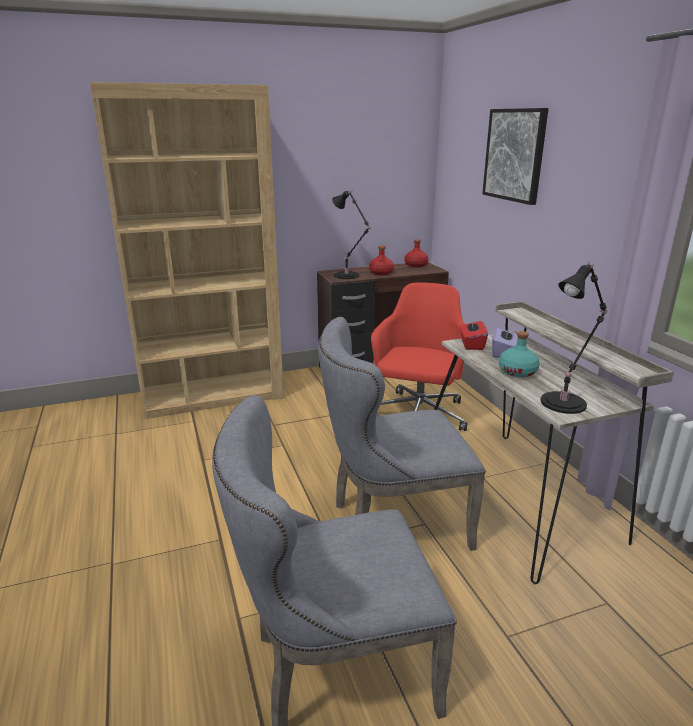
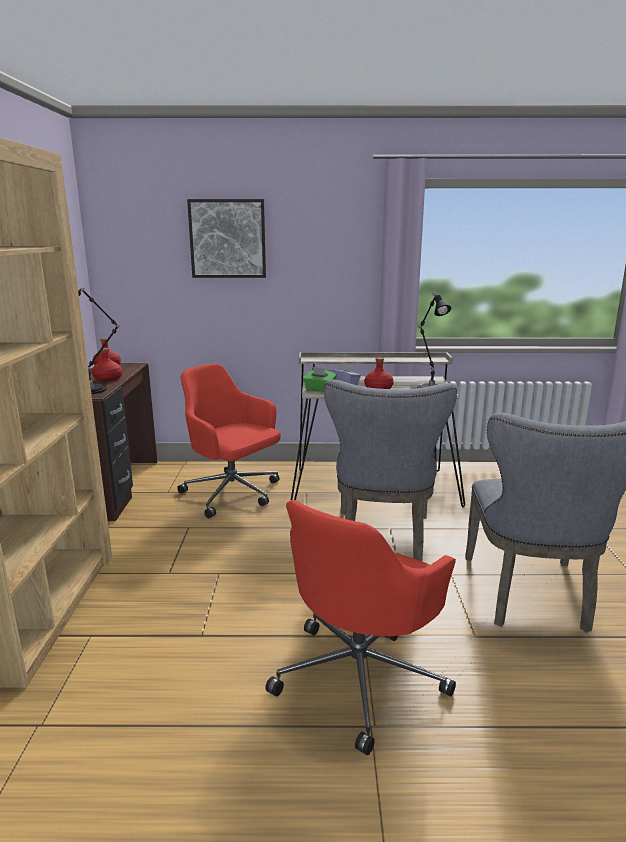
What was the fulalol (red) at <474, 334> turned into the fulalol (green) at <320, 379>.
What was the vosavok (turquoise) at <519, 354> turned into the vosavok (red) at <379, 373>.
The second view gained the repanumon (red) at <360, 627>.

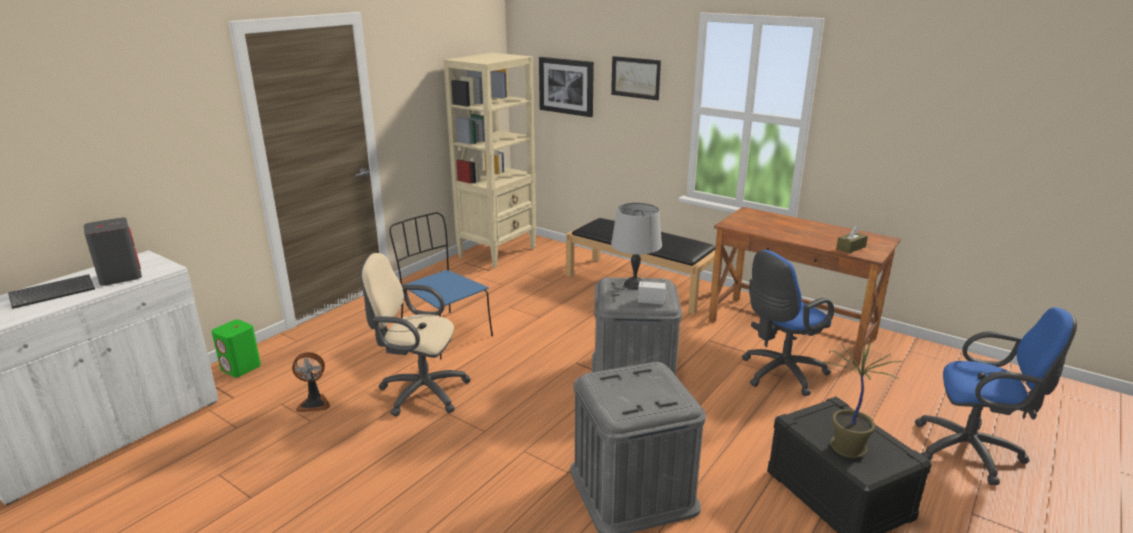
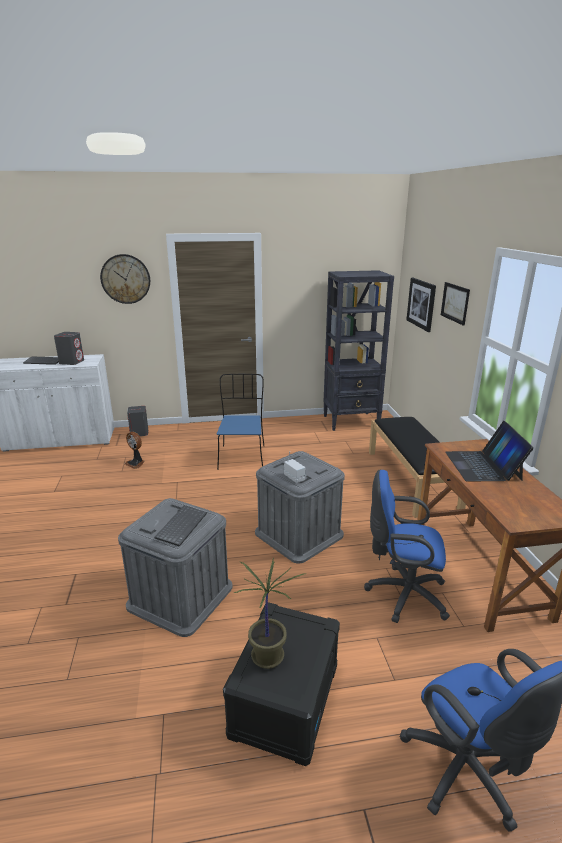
What was the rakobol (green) at <236, 348> turned into the rakobol (grey) at <137, 421>.
The second view lost the repanumon (beige) at <415, 334>.
What was the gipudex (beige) at <490, 160> turned into the gipudex (black) at <359, 350>.
The second view lost the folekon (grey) at <636, 246>.
The second view lost the fulalol (brown) at <852, 239>.
The second view gained the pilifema at <125, 279>.
The second view gained the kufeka at <180, 526>.
The second view gained the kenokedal at <489, 451>.

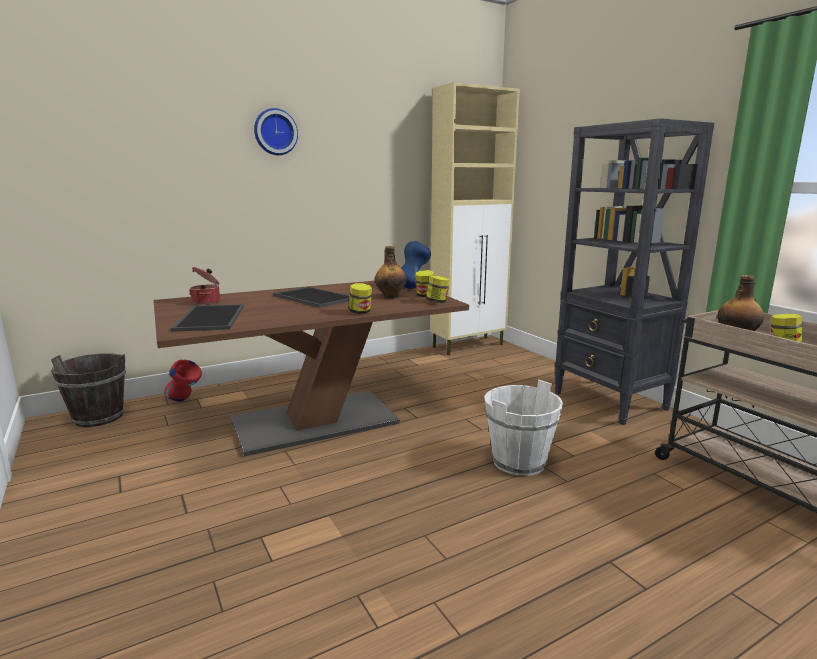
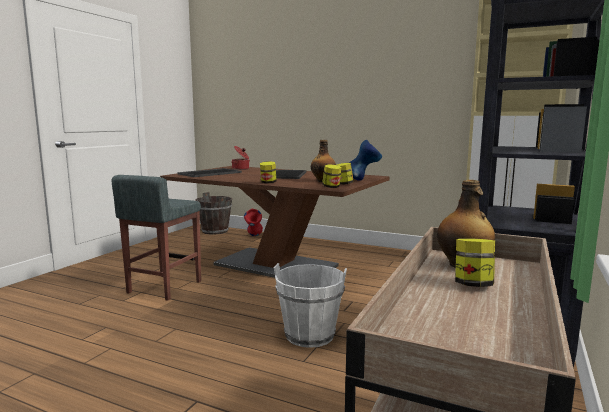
The second view lost the pilifema at <276, 131>.
The second view gained the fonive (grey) at <156, 238>.

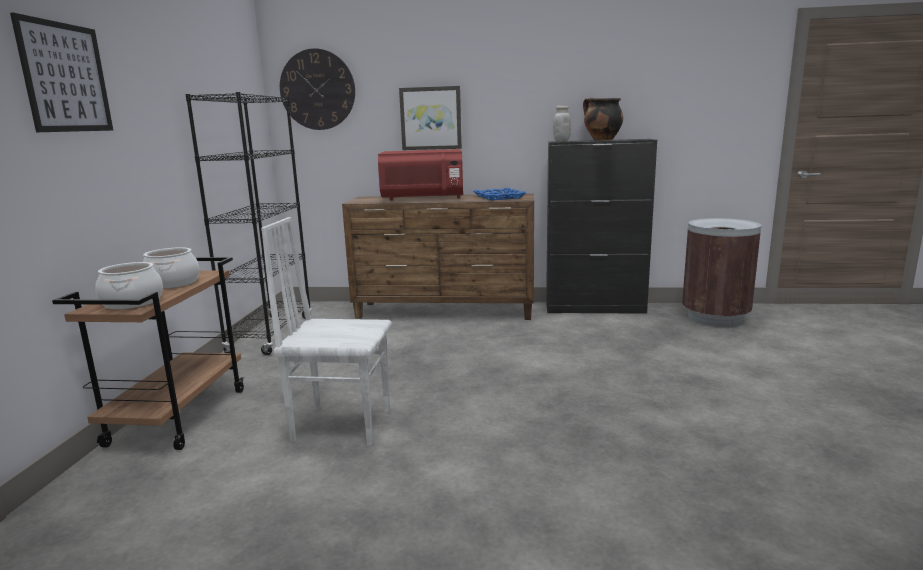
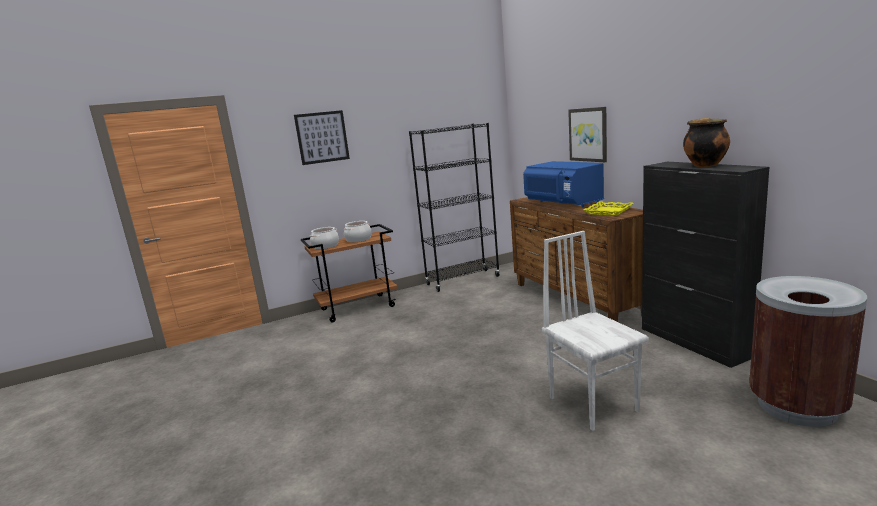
The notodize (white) ended up elsewhere, having gone from <326, 331> to <595, 331>.
The second view lost the pilifema at <317, 89>.
What was the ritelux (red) at <420, 175> turned into the ritelux (blue) at <563, 184>.
What was the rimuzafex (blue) at <500, 194> turned into the rimuzafex (yellow) at <608, 208>.
The second view lost the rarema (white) at <562, 123>.

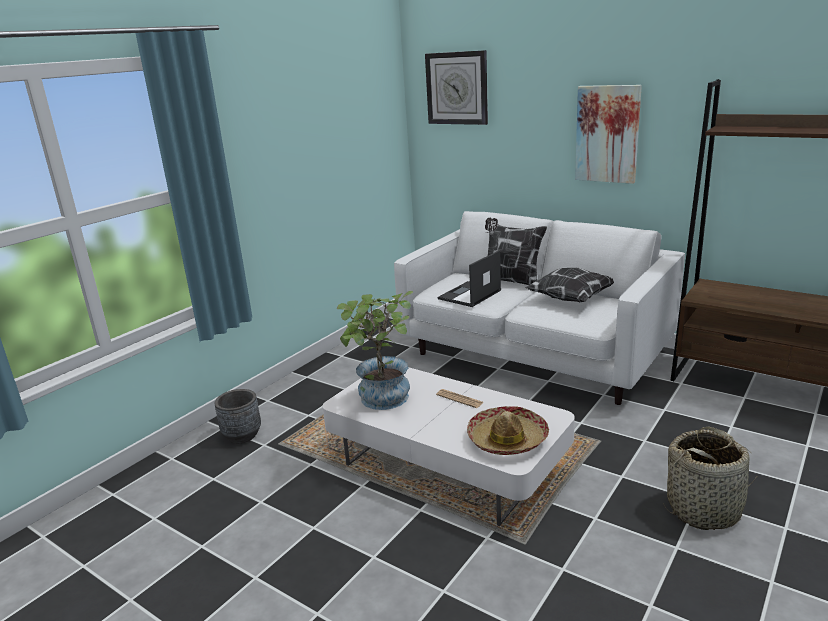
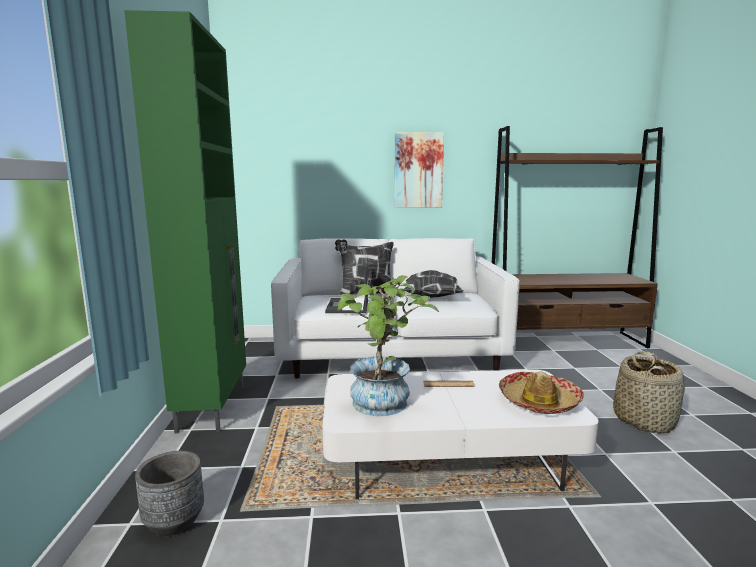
The second view lost the pilifema at <456, 87>.
The second view gained the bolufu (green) at <185, 221>.

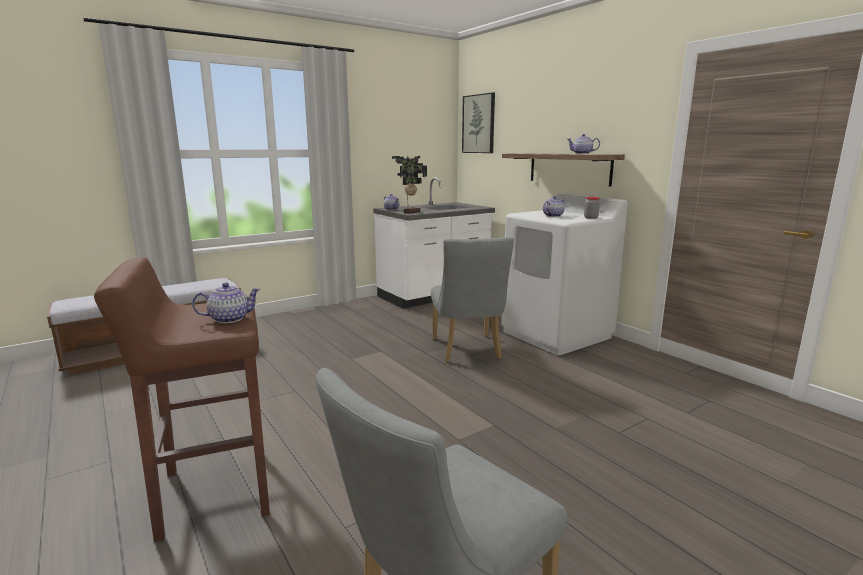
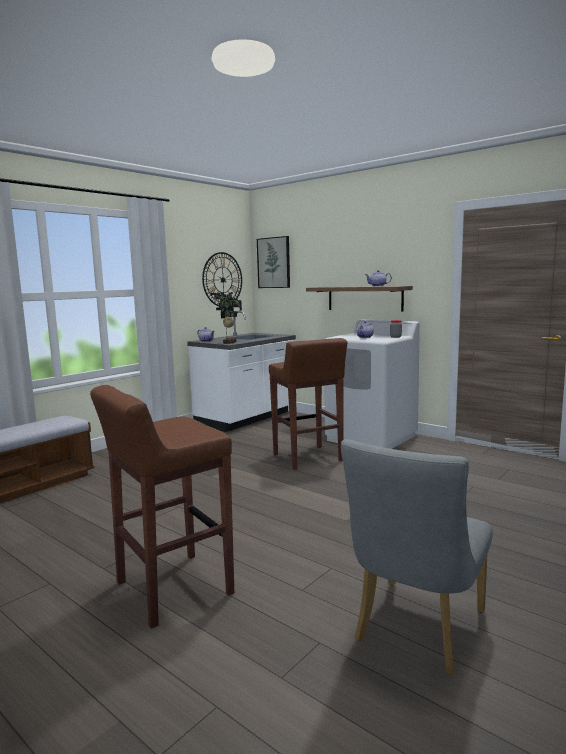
The second view lost the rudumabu at <226, 303>.
Where the notodize (grey) stood at <472, 300>, the fonive (brown) came to stand at <308, 404>.
The second view gained the pilifema at <222, 279>.

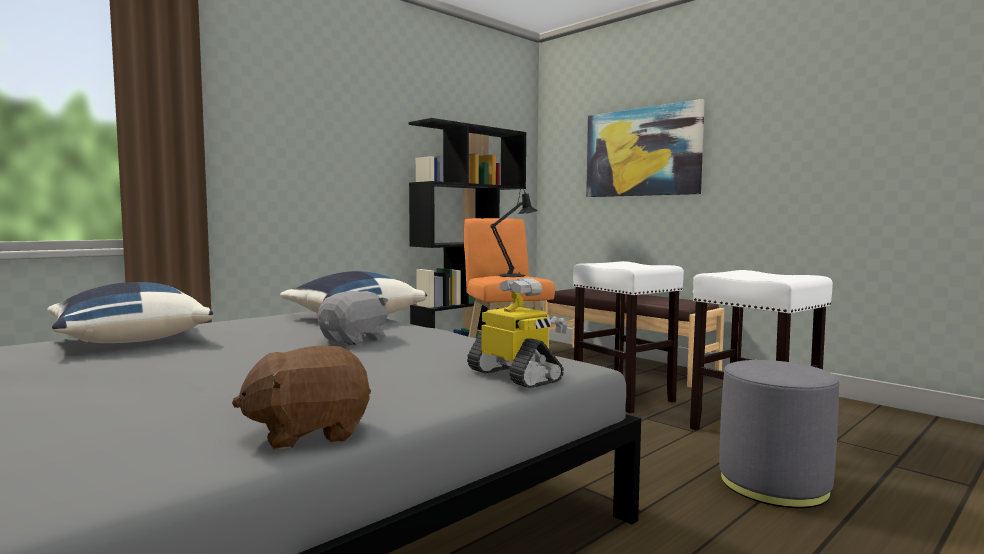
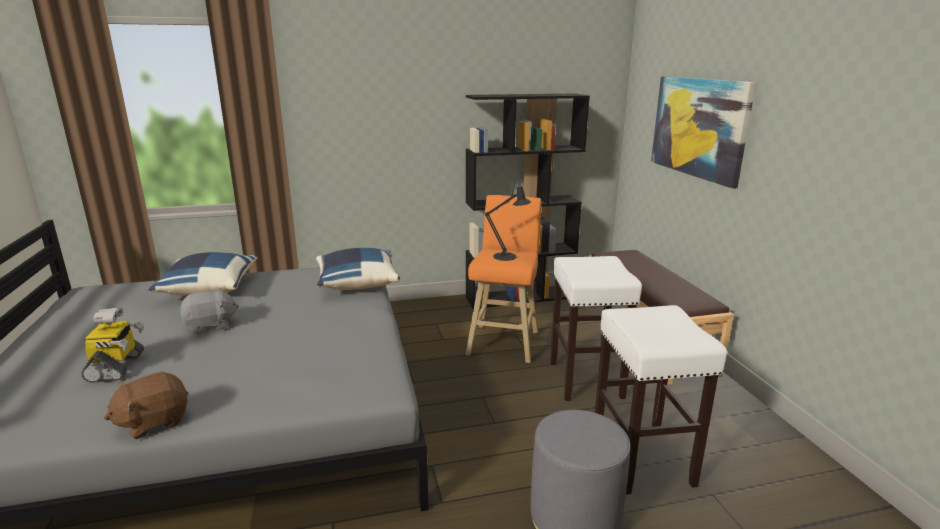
The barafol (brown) at <301, 398> ended up facing another way, 45 degrees counterclockwise from before.
The barafol (grey) ended up elsewhere, having gone from <353, 318> to <209, 311>.
The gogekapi ended up elsewhere, having gone from <517, 333> to <112, 345>.

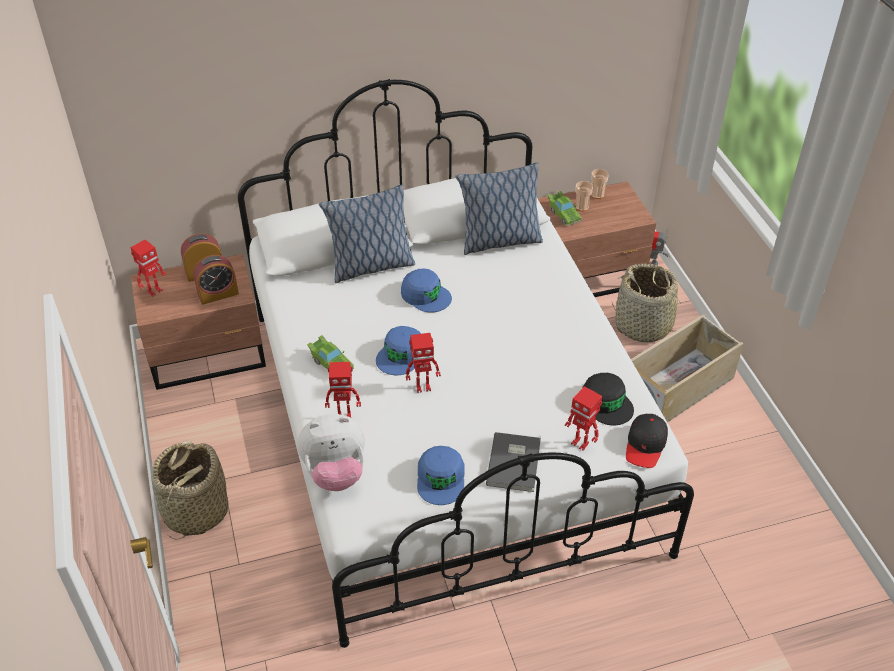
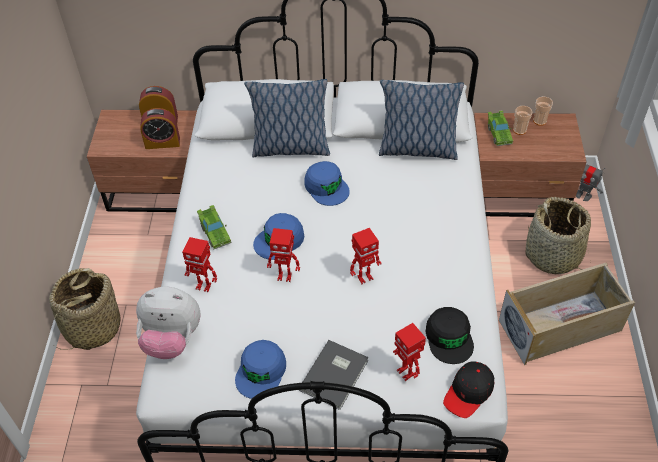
The gogekapi ended up elsewhere, having gone from <148, 268> to <366, 256>.

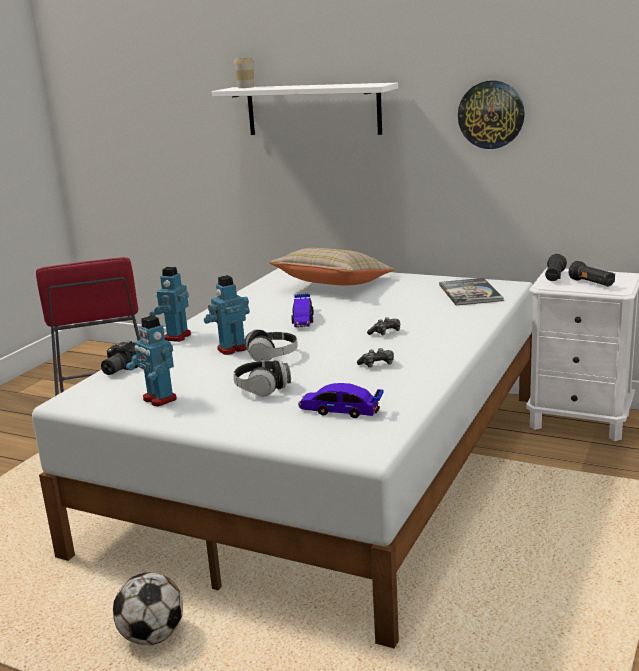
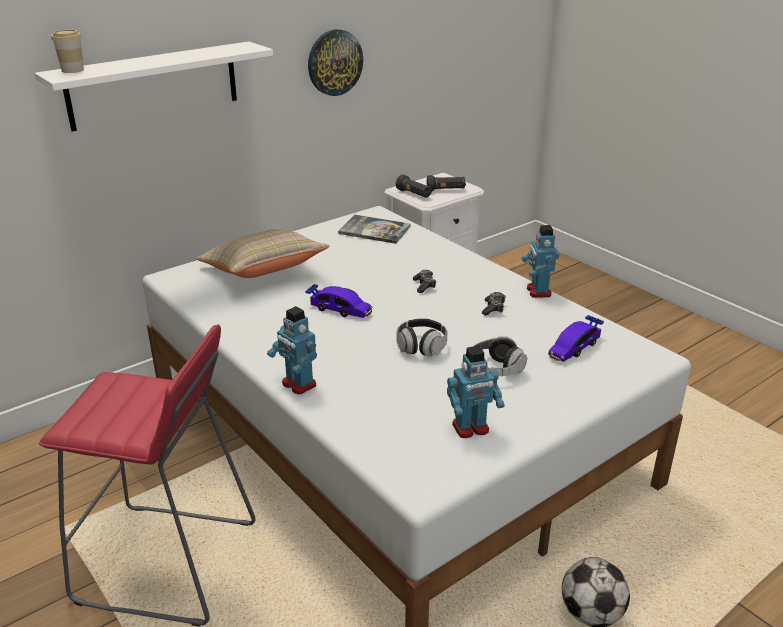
The second view lost the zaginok at <119, 357>.
The gogekapi ended up elsewhere, having gone from <227, 315> to <540, 261>.

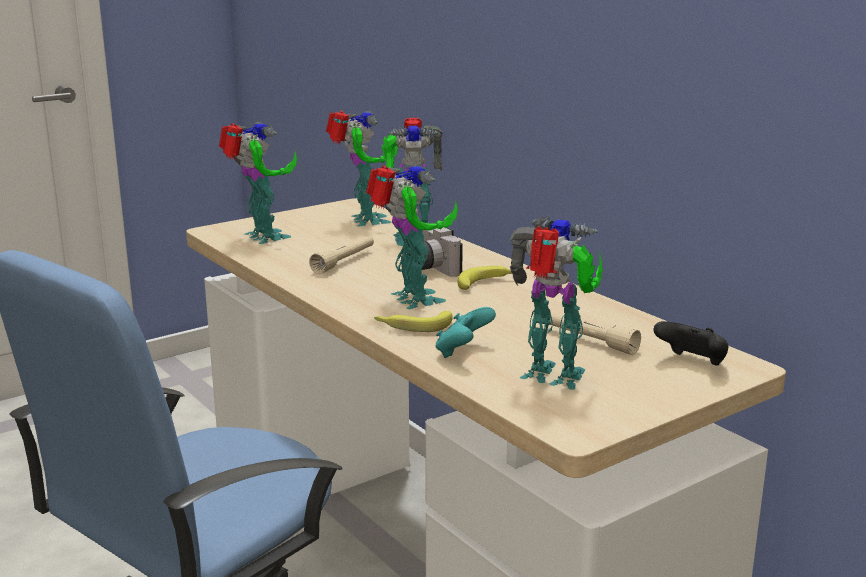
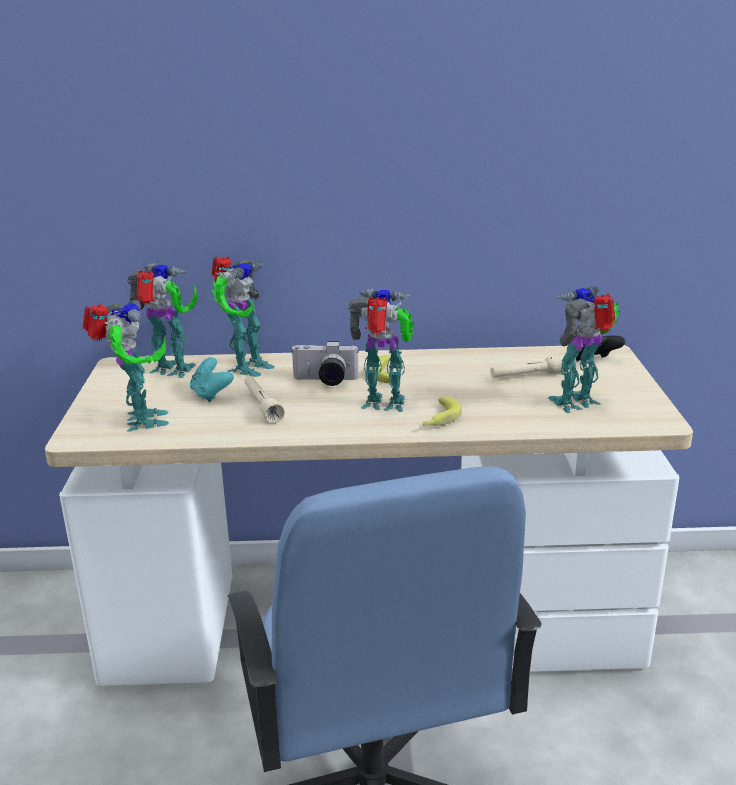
The gogekapi at <258, 182> ended up facing another way, 75 degrees clockwise from before.
The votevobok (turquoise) ended up elsewhere, having gone from <465, 332> to <212, 379>.

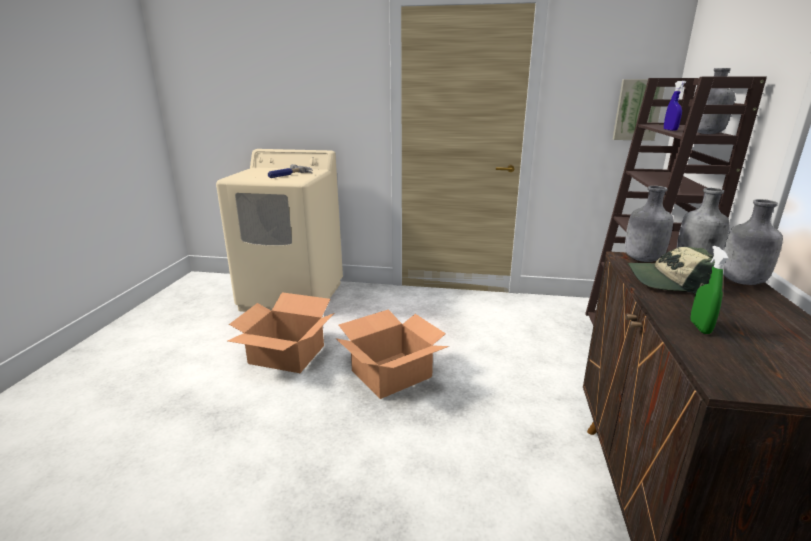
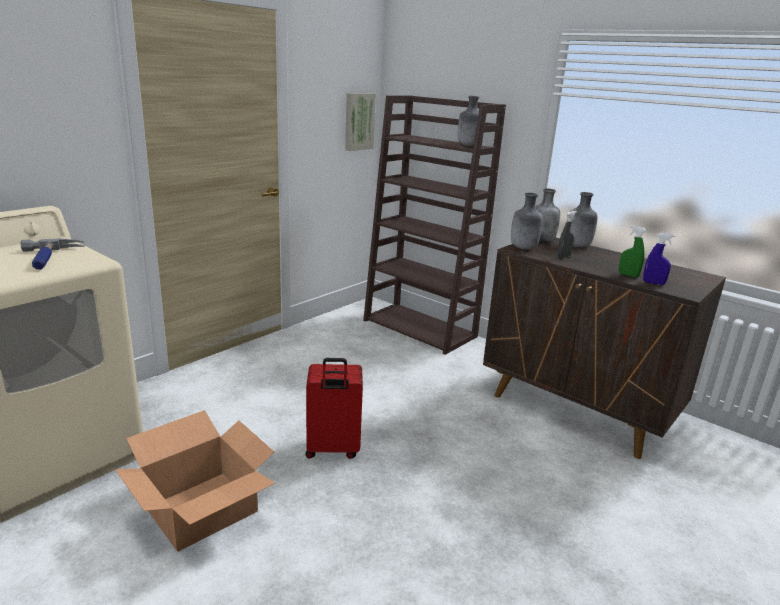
Where the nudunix stood at <392, 354>, the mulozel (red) came to stand at <334, 408>.
Where the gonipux stood at <671, 270>, the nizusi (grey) came to stand at <567, 234>.
The nizusi (blue) ended up elsewhere, having gone from <675, 106> to <659, 259>.

